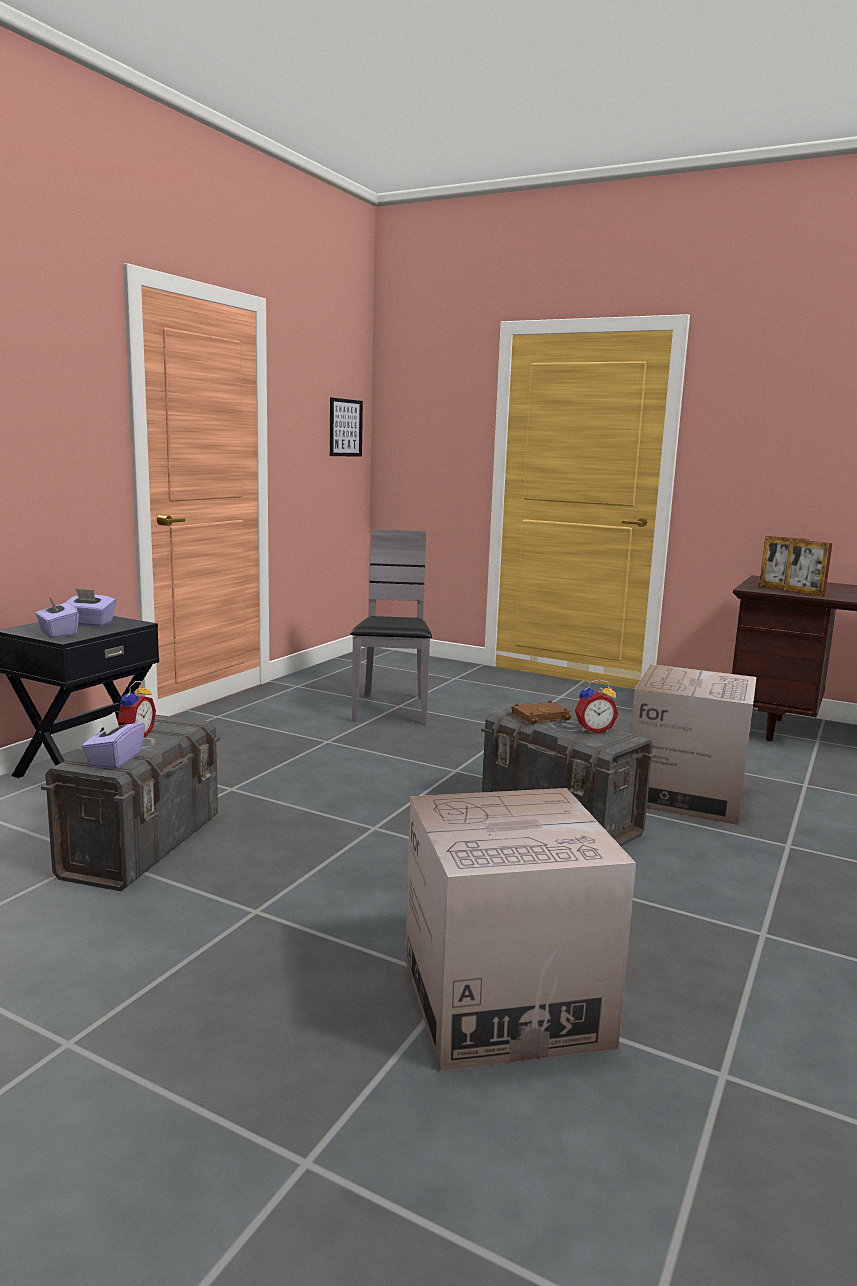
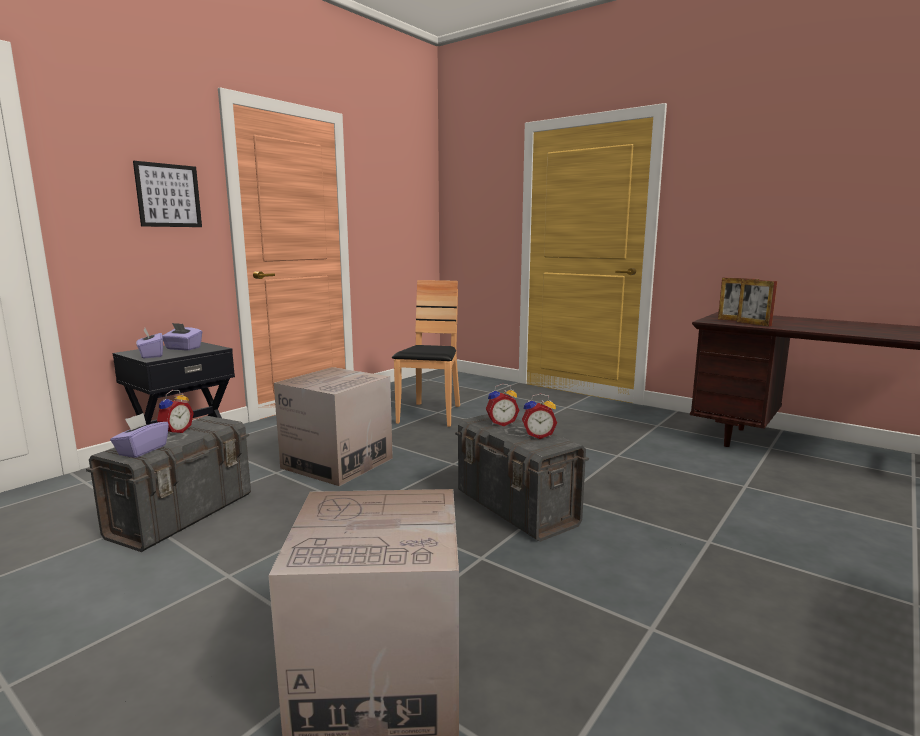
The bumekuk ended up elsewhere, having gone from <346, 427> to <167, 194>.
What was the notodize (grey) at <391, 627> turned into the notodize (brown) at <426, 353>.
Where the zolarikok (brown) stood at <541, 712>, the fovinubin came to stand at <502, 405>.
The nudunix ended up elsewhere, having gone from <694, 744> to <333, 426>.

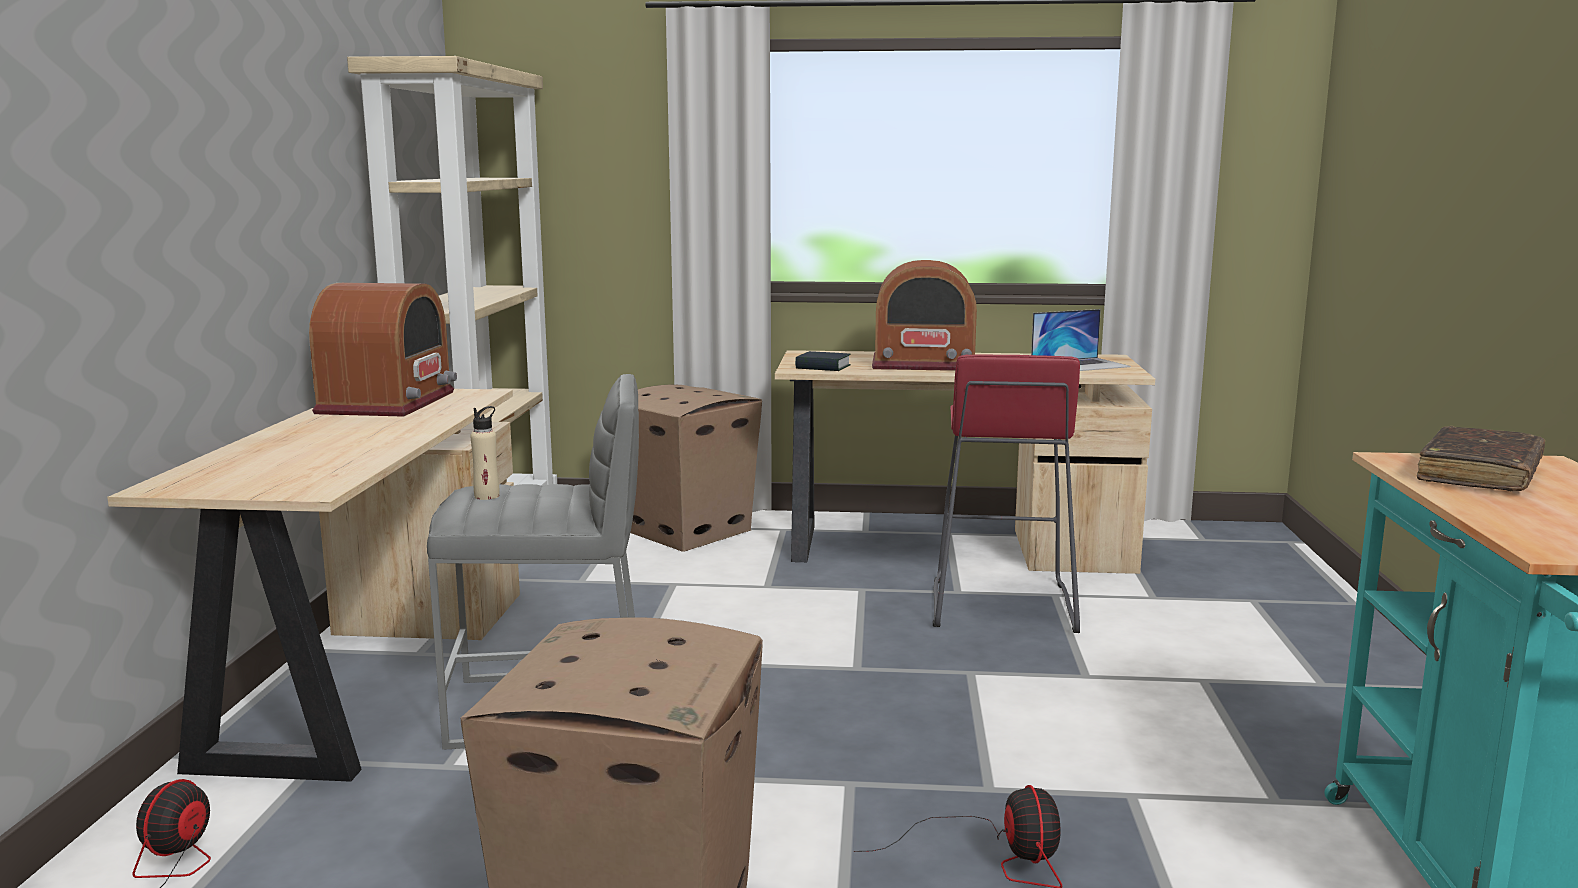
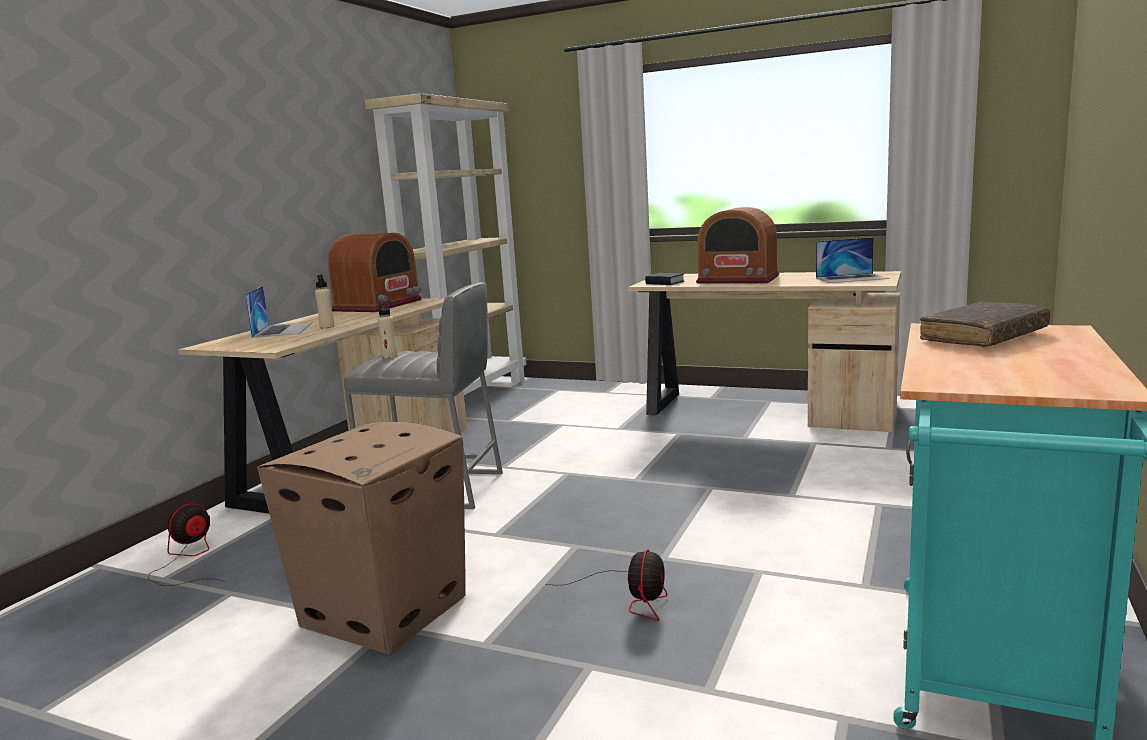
The second view lost the nudunix at <696, 468>.
The second view lost the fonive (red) at <1006, 493>.
The second view gained the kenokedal at <279, 312>.
The second view gained the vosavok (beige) at <324, 302>.

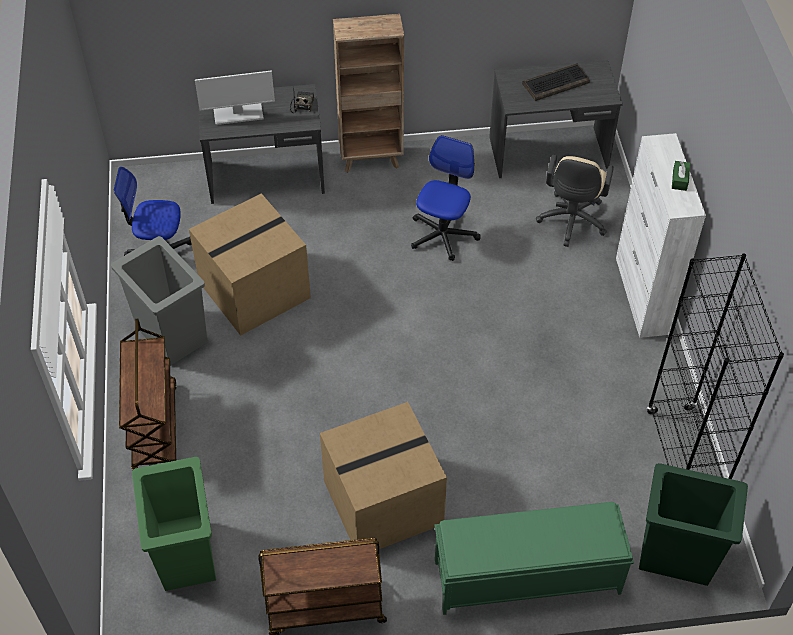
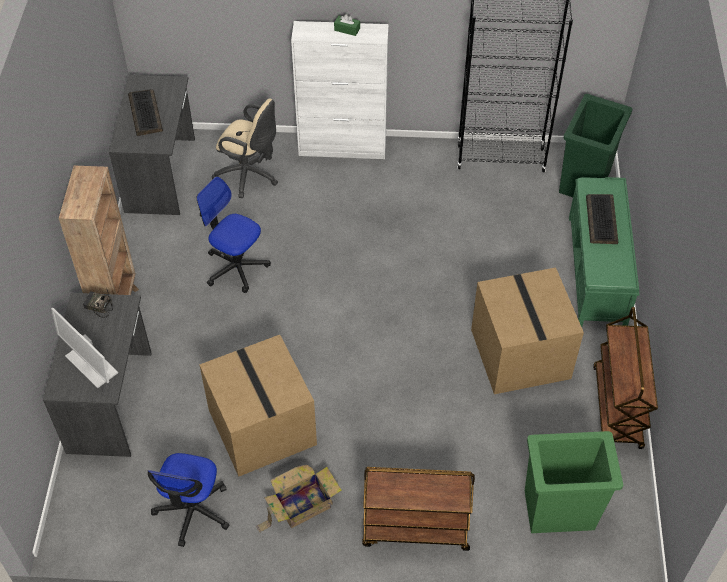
Where the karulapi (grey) stood at <159, 301>, the nudunix came to stand at <299, 498>.
The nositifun at <235, 97> ended up facing another way, 135 degrees clockwise from before.
The second view gained the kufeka at <602, 219>.

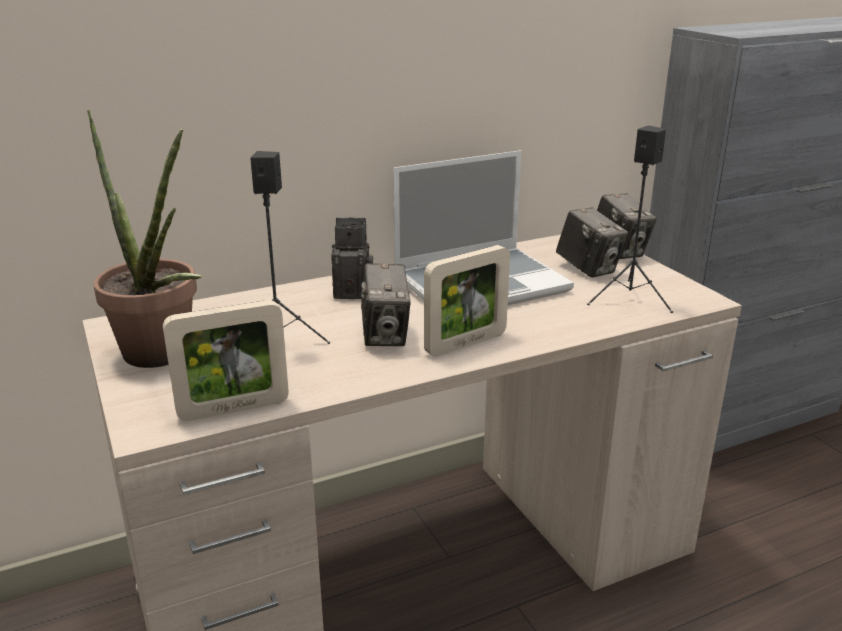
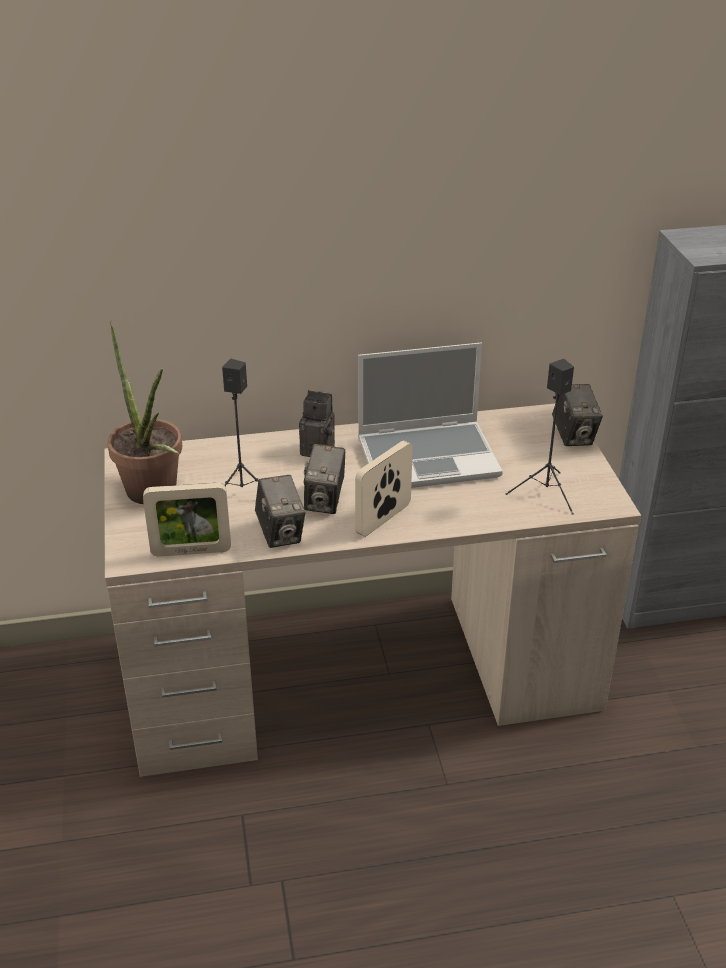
The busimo at <467, 301> ended up facing another way, 150 degrees clockwise from before.
The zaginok ended up elsewhere, having gone from <592, 242> to <280, 511>.

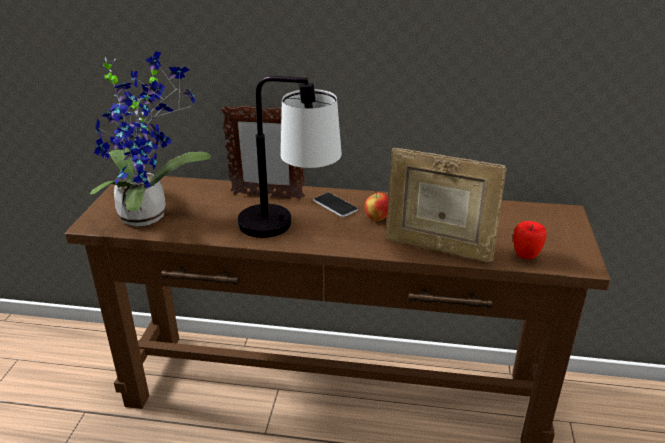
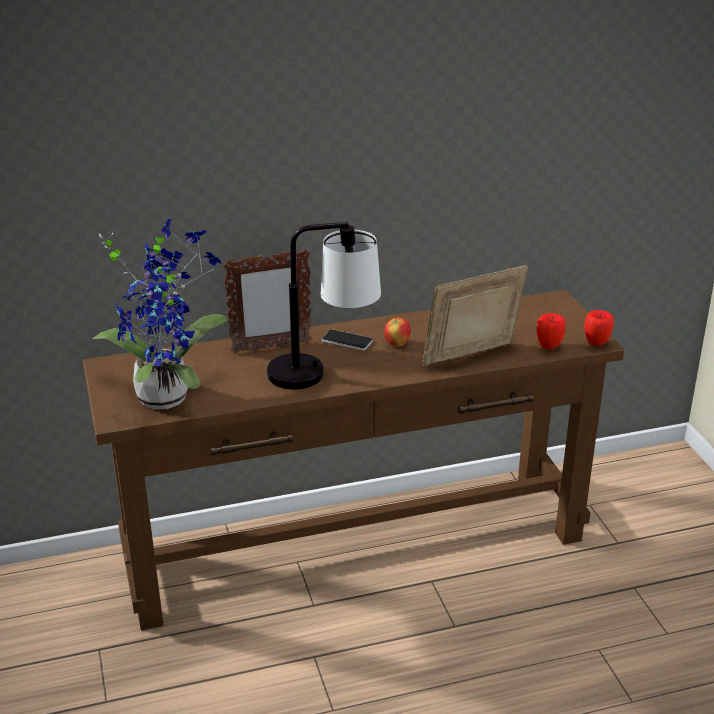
The busimo at <446, 205> ended up facing another way, 150 degrees clockwise from before.
The second view gained the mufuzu at <599, 328>.

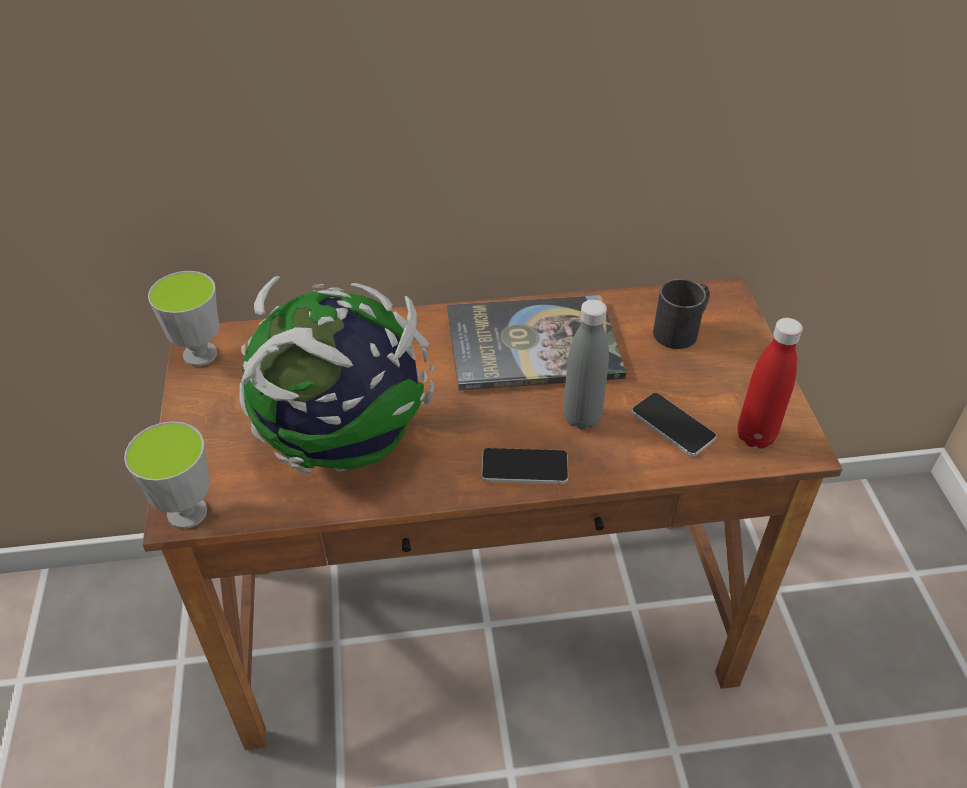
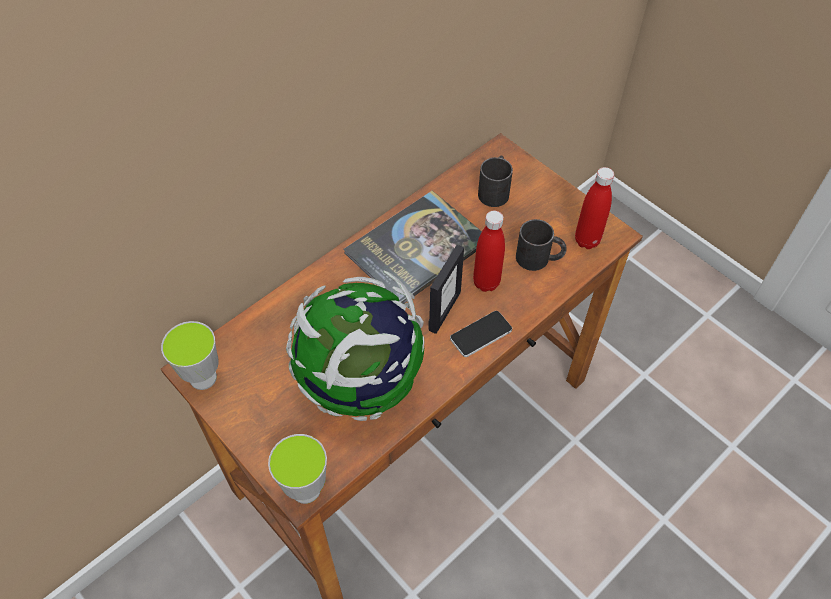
What was the vosavok (grey) at <586, 364> turned into the vosavok (red) at <489, 251>.
Where the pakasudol stood at <674, 425>, the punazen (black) came to stand at <541, 245>.
The second view gained the busimo at <446, 289>.

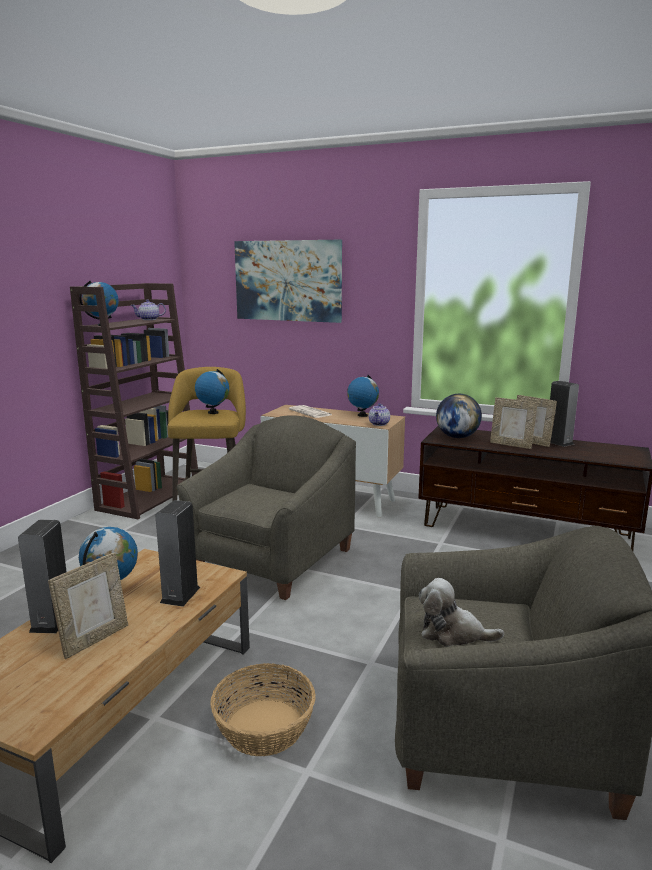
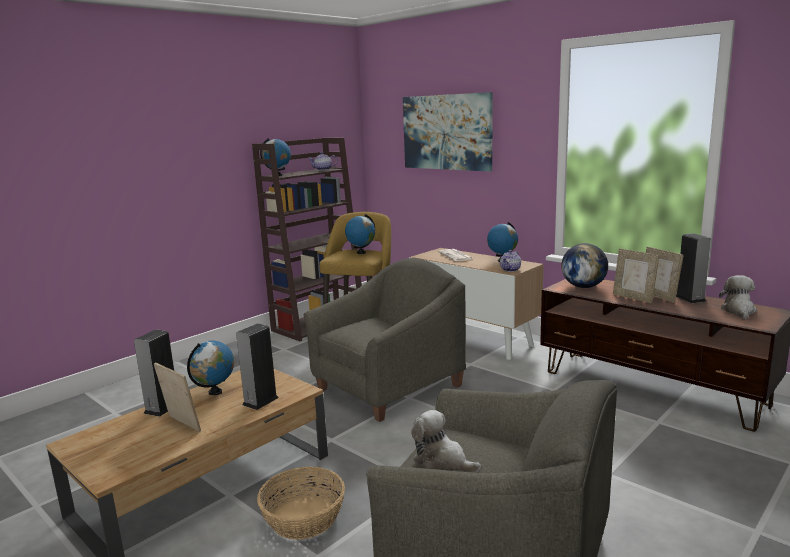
The busimo at <88, 606> ended up facing another way, 105 degrees counterclockwise from before.
The second view gained the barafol at <738, 297>.

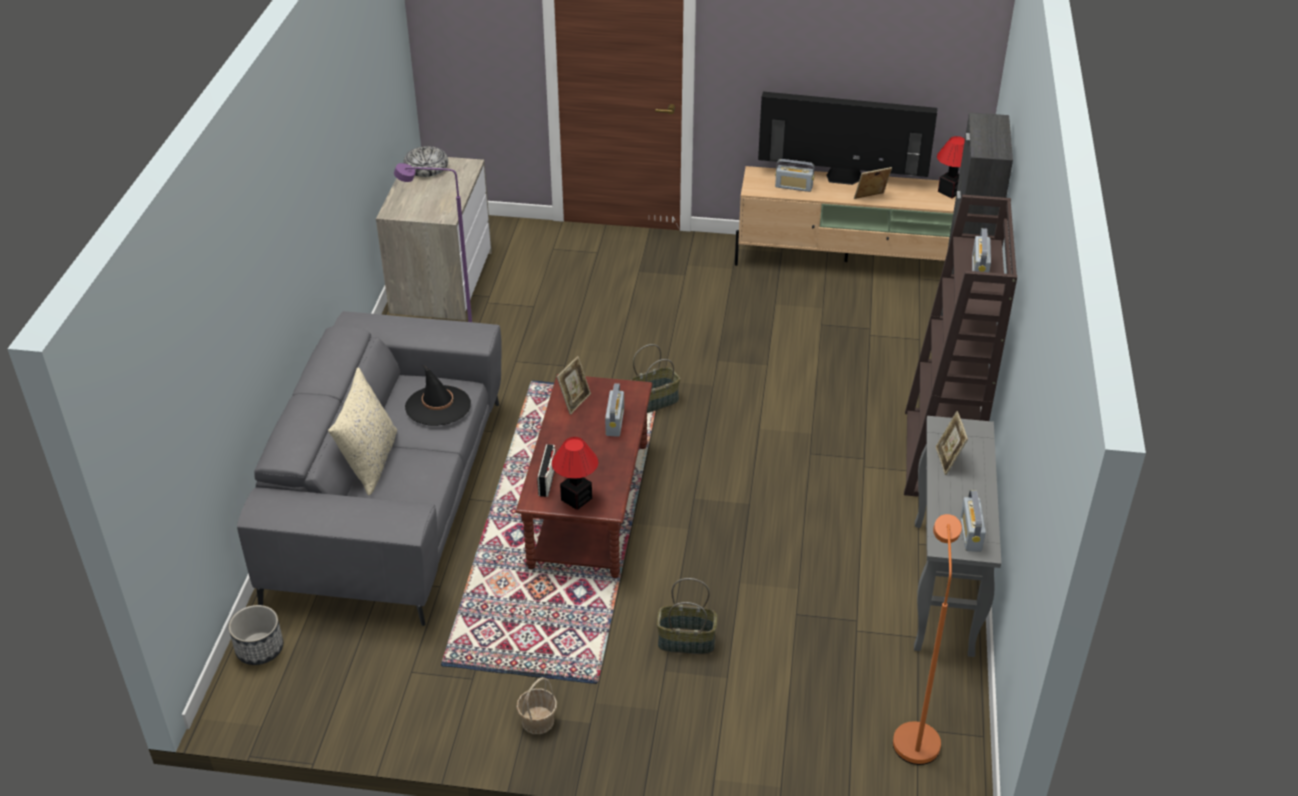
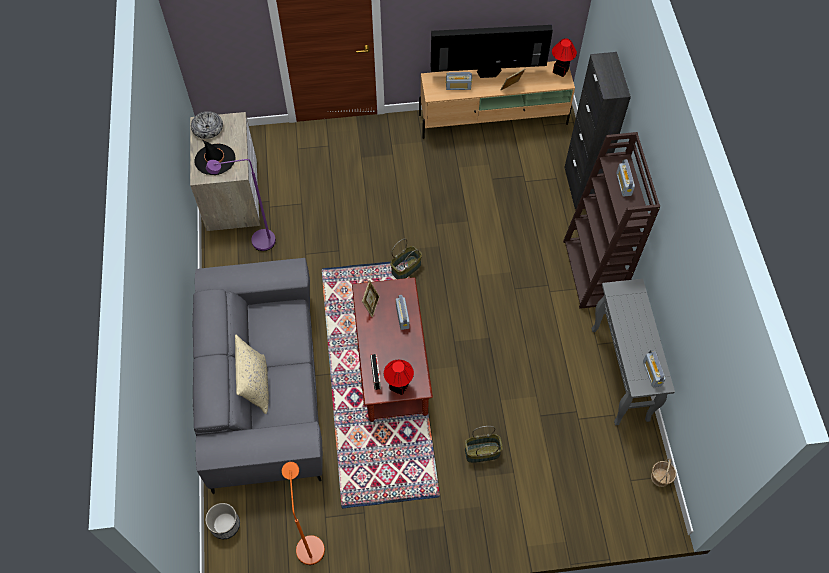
The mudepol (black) ended up elsewhere, having gone from <438, 395> to <215, 157>.
The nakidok ended up elsewhere, having gone from <536, 705> to <663, 472>.
The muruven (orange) ended up elsewhere, having gone from <927, 639> to <303, 513>.
The second view lost the busimo at <952, 443>.

